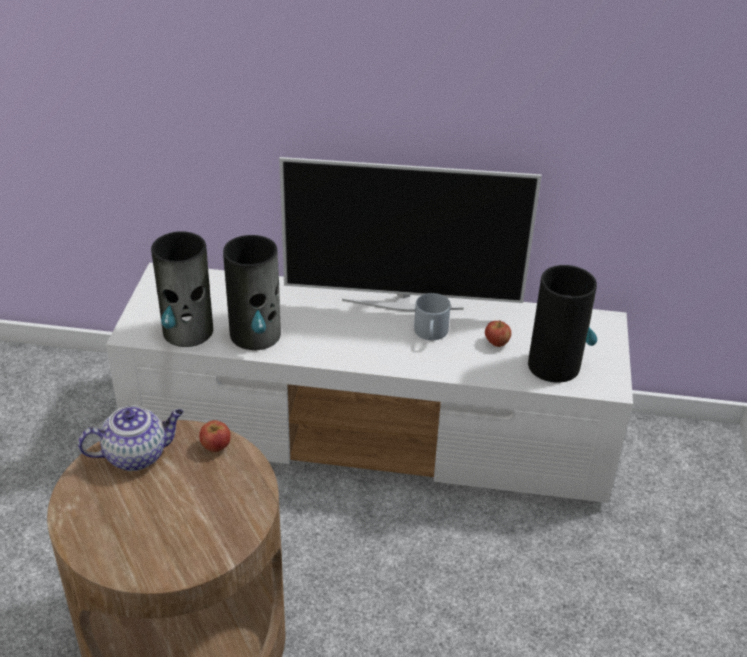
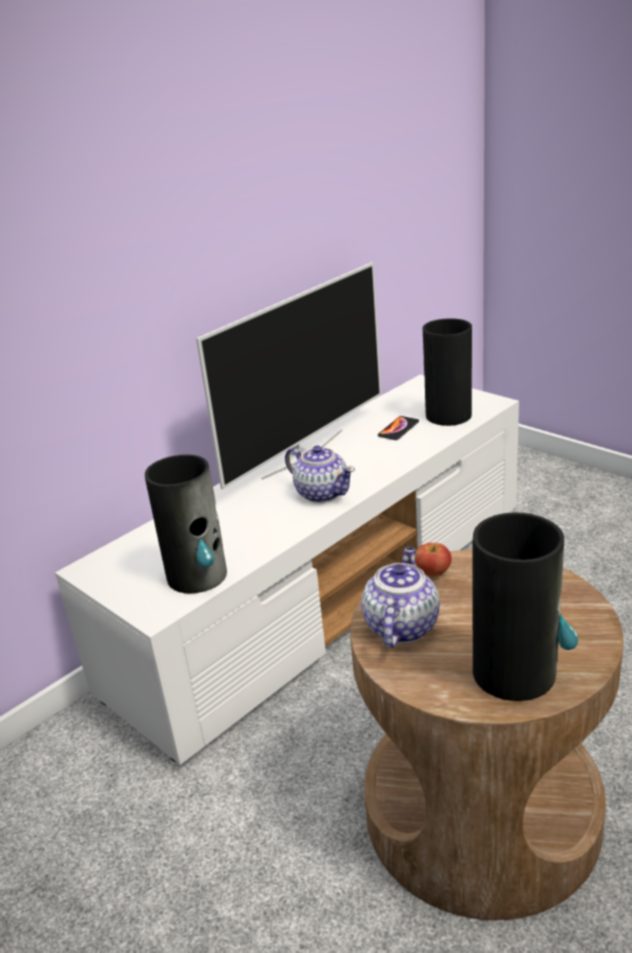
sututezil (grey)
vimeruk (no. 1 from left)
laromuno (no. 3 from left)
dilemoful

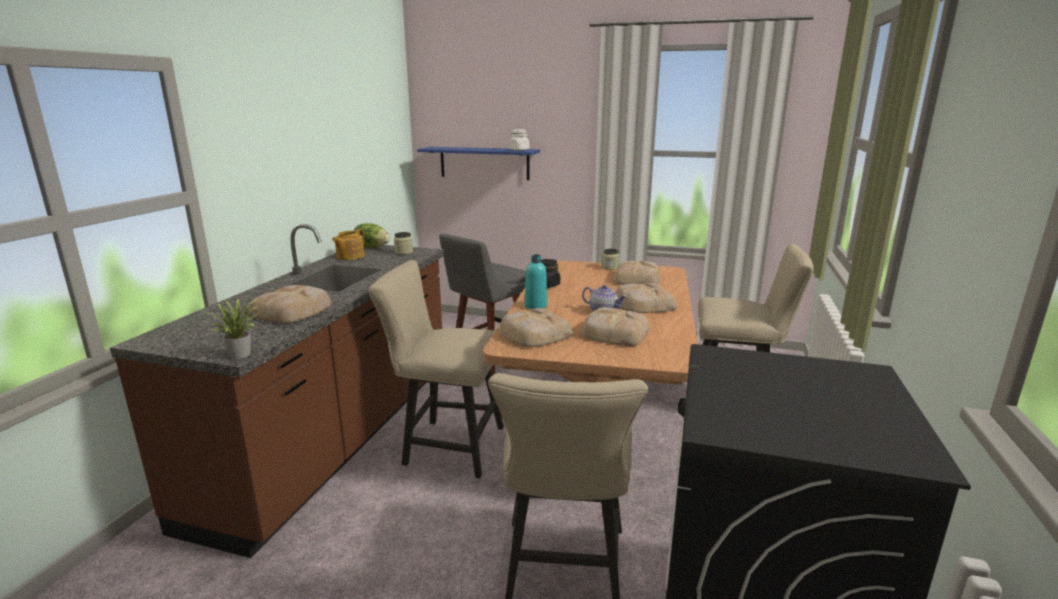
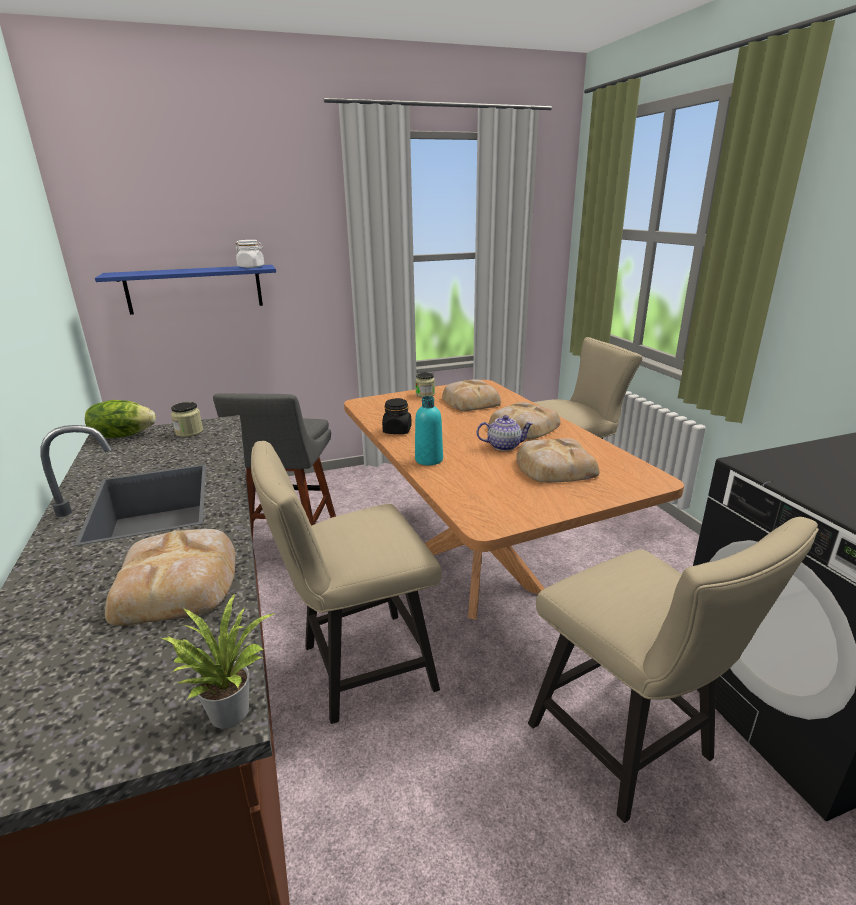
vimeruk (no. 1 from left in the first image)
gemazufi (no. 2 from left in the first image)

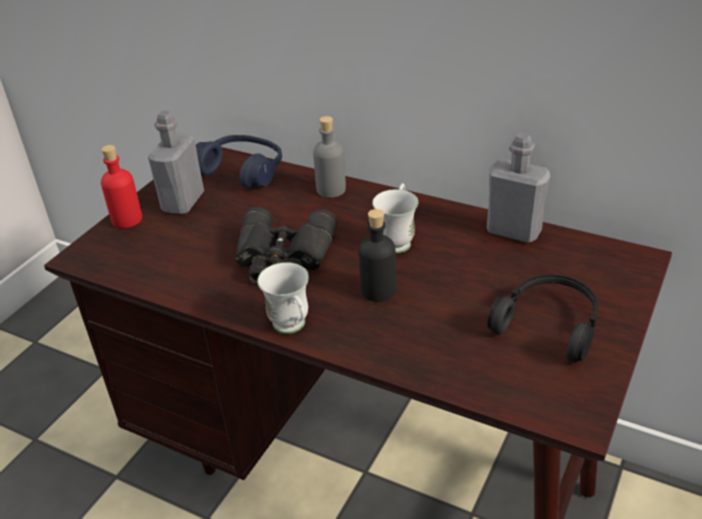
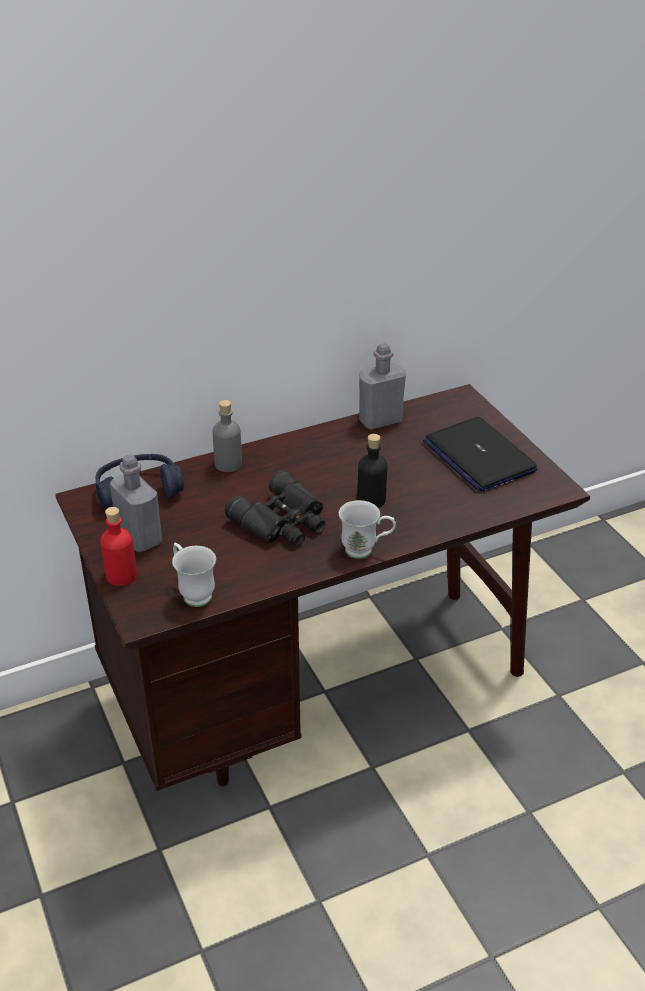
sututezil (white) (no. 1 from left)
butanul

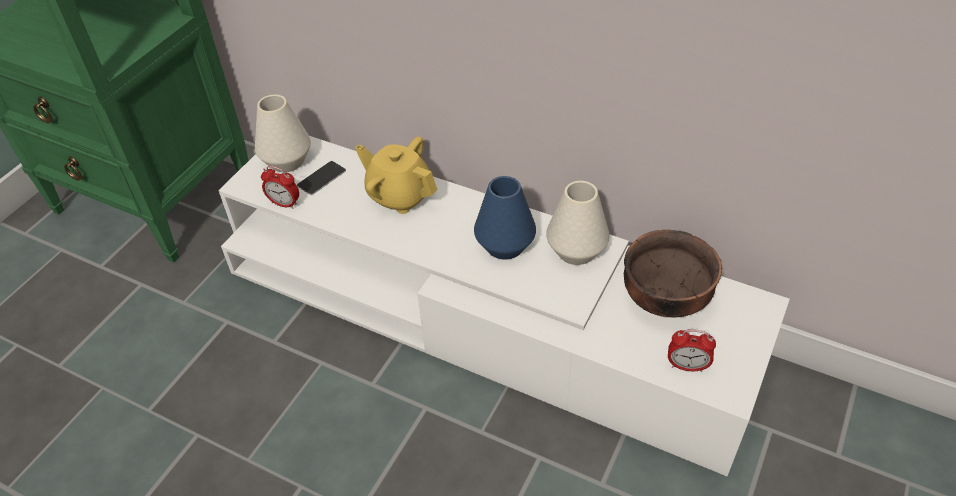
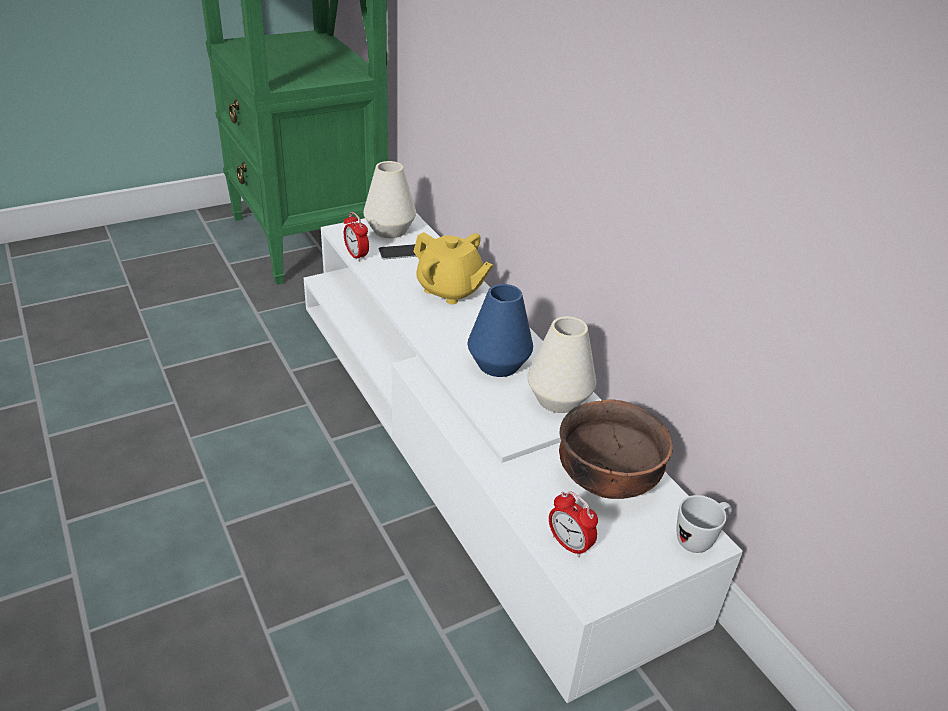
sututezil (white)
vimeruk (yellow)

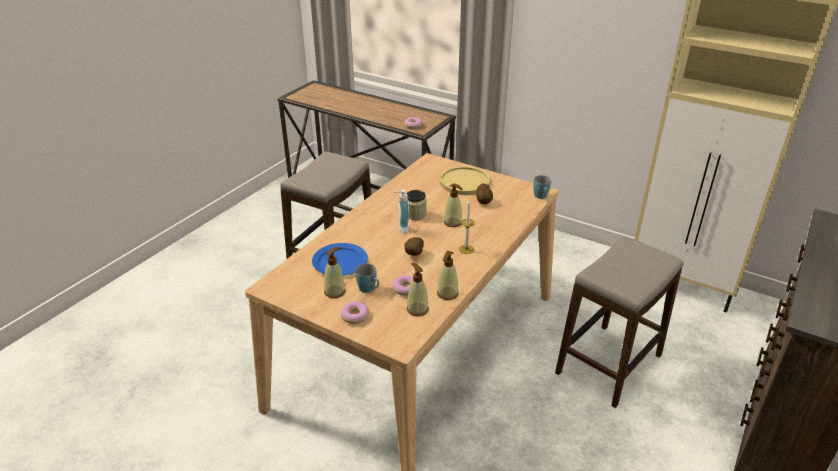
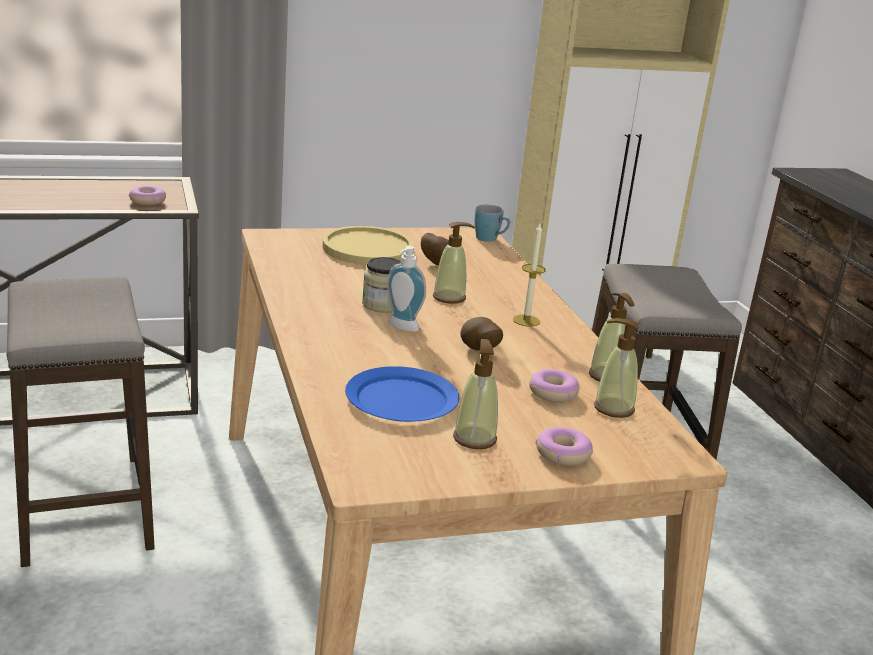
sututezil (blue) (no. 1 from left in the first image)

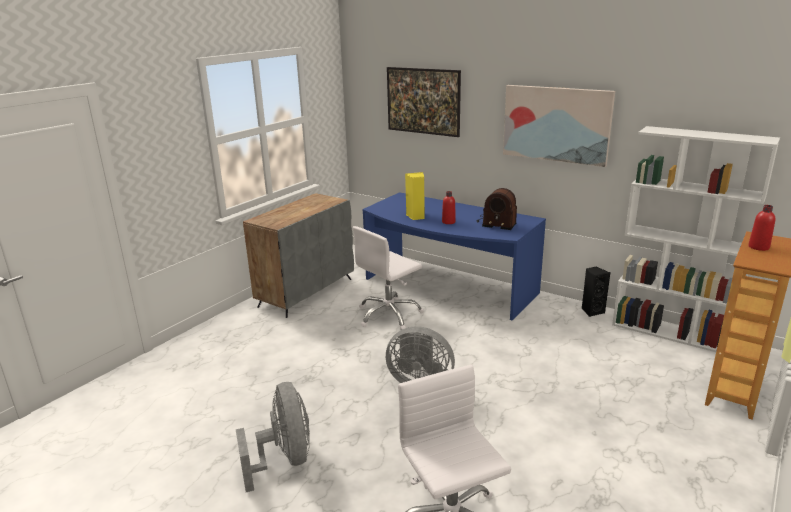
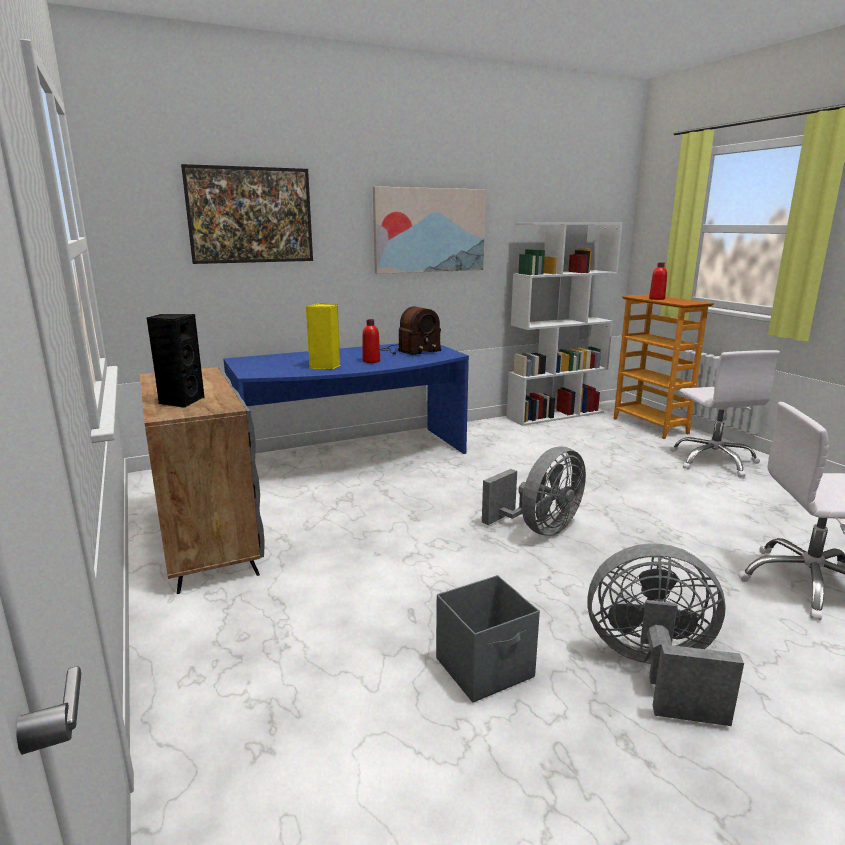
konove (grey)
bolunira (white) (no. 1 from left)
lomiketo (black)

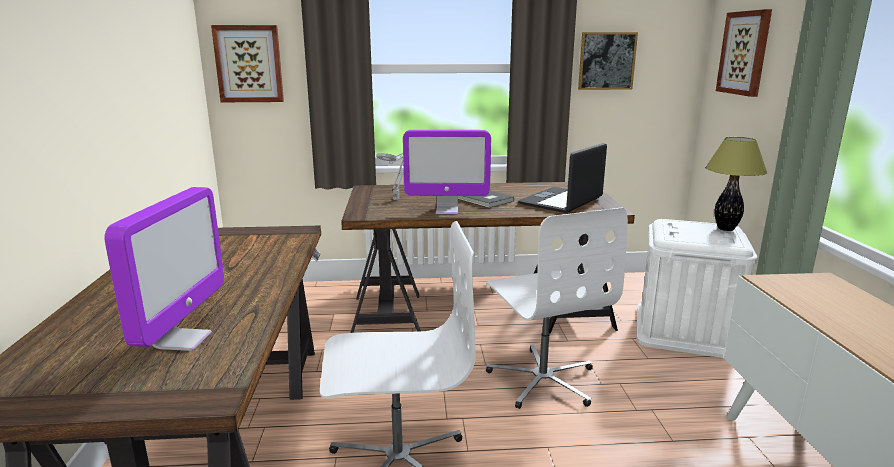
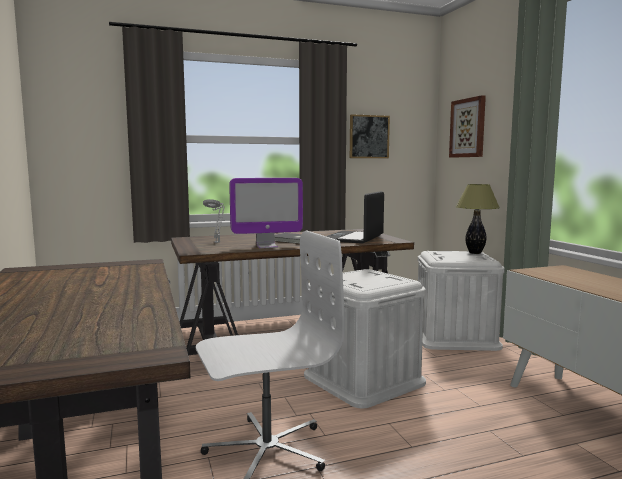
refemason (no. 1 from left in the first image)
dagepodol (no. 1 from left in the first image)
konove (white) (no. 1 from left)

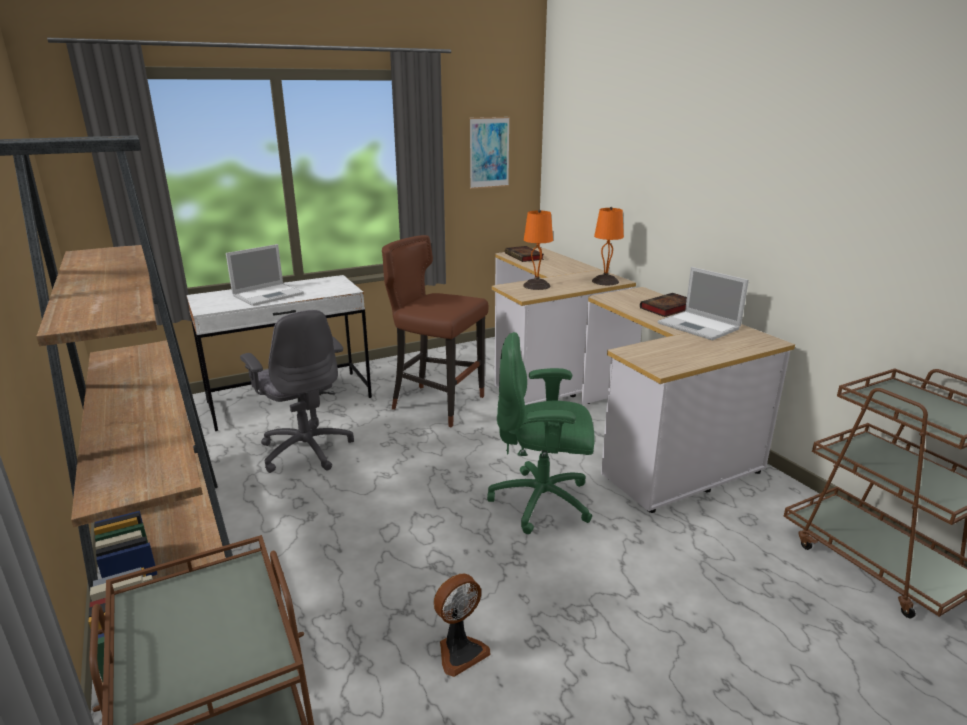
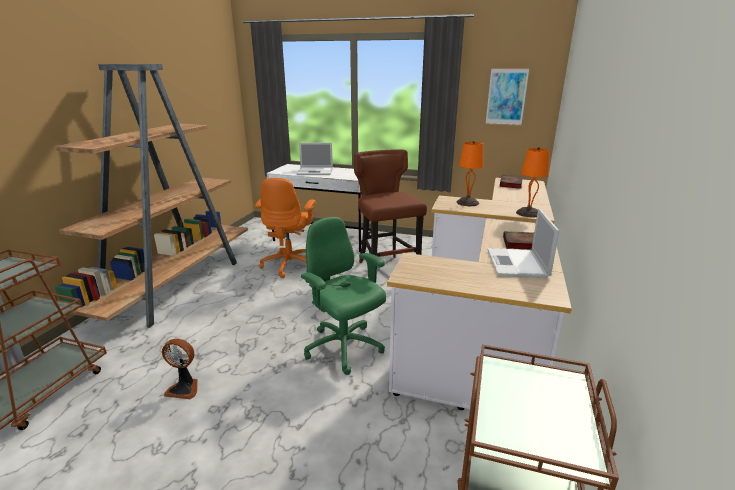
bolunira (orange)

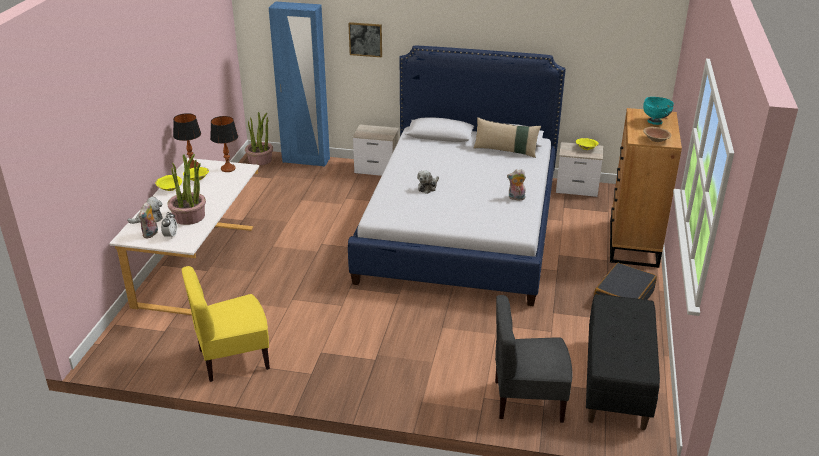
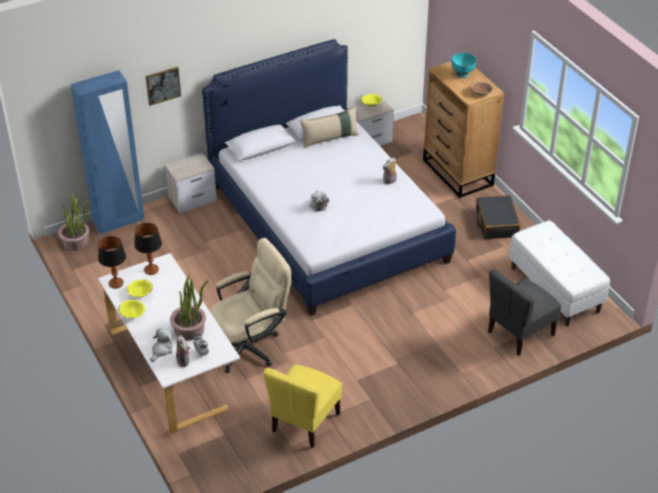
bolunira (beige)
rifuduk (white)

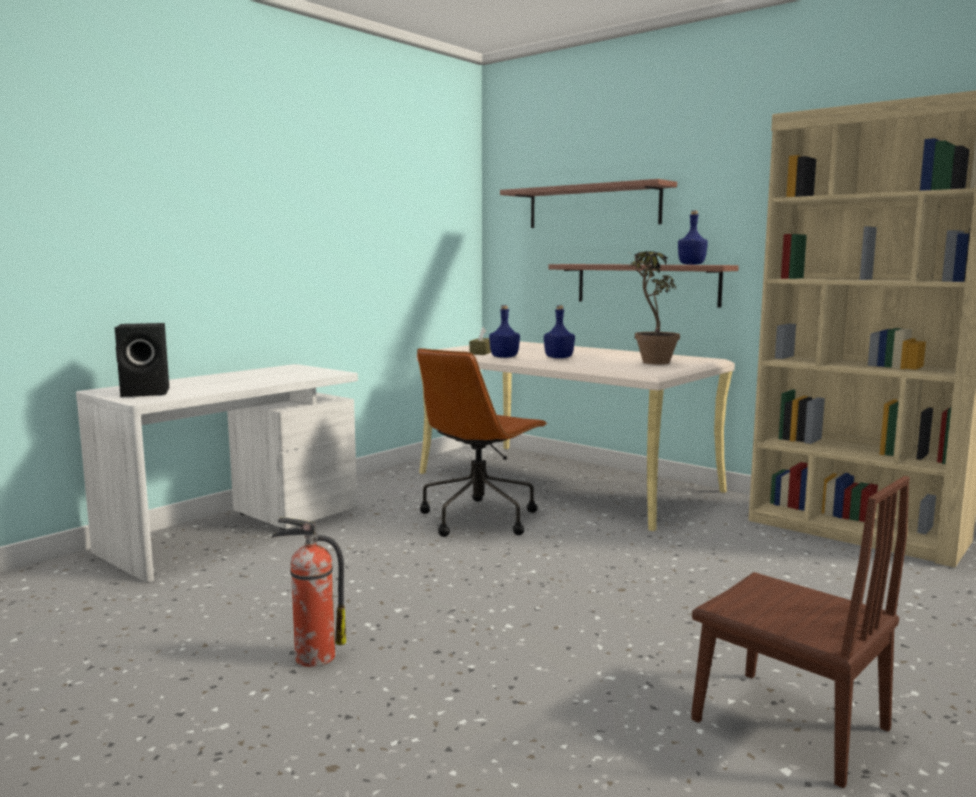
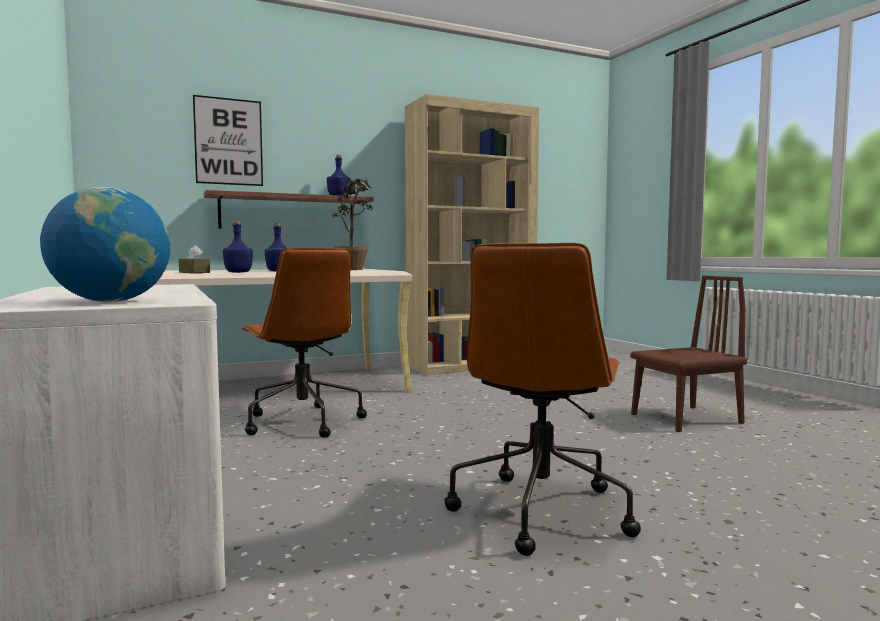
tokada
bolunira (brown) (no. 2 from left)
dagepodol

